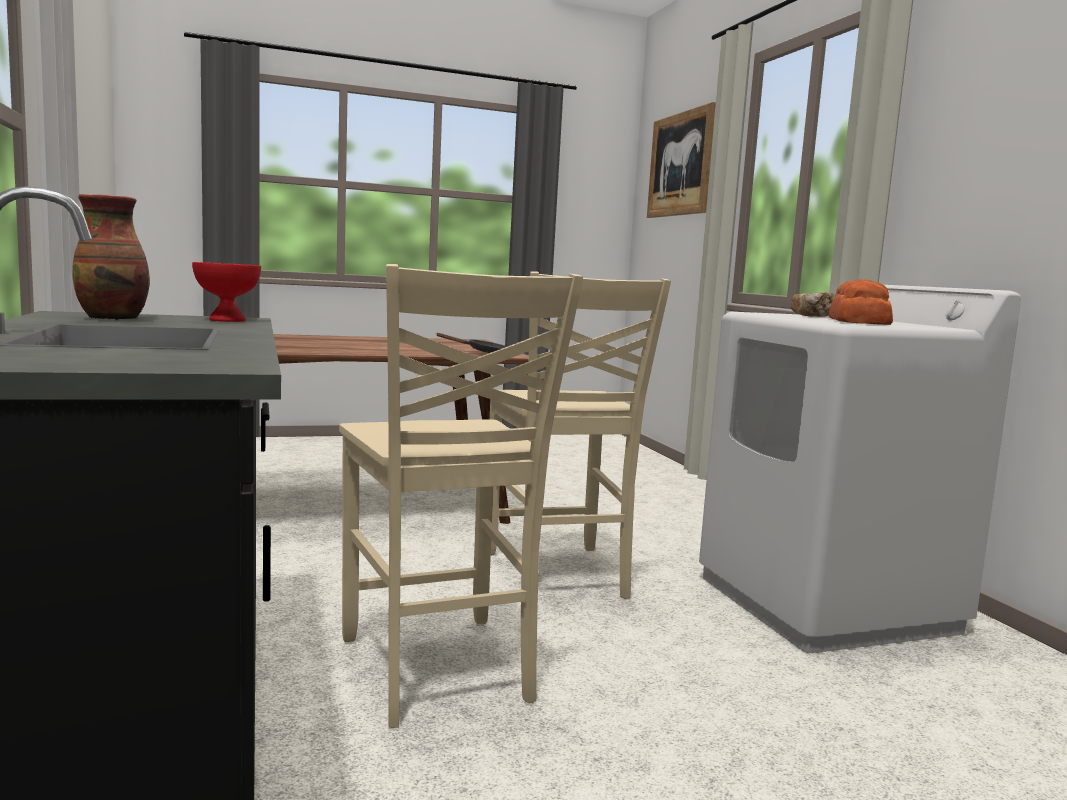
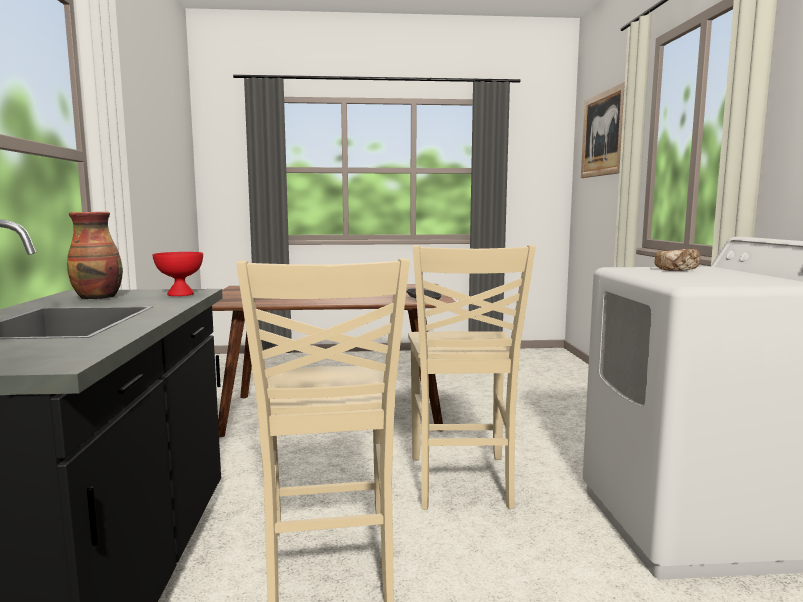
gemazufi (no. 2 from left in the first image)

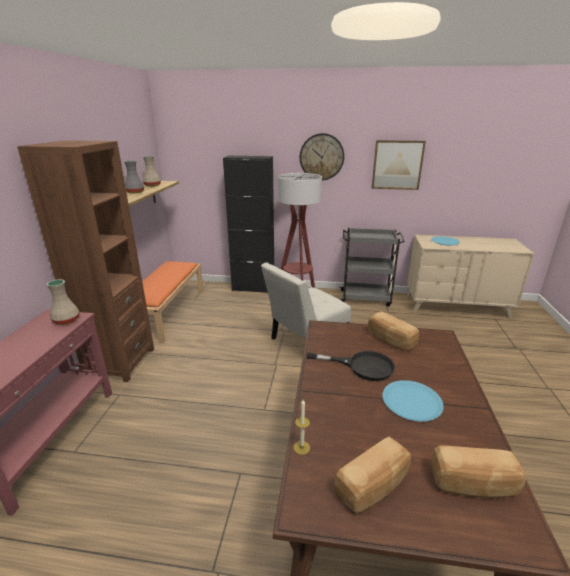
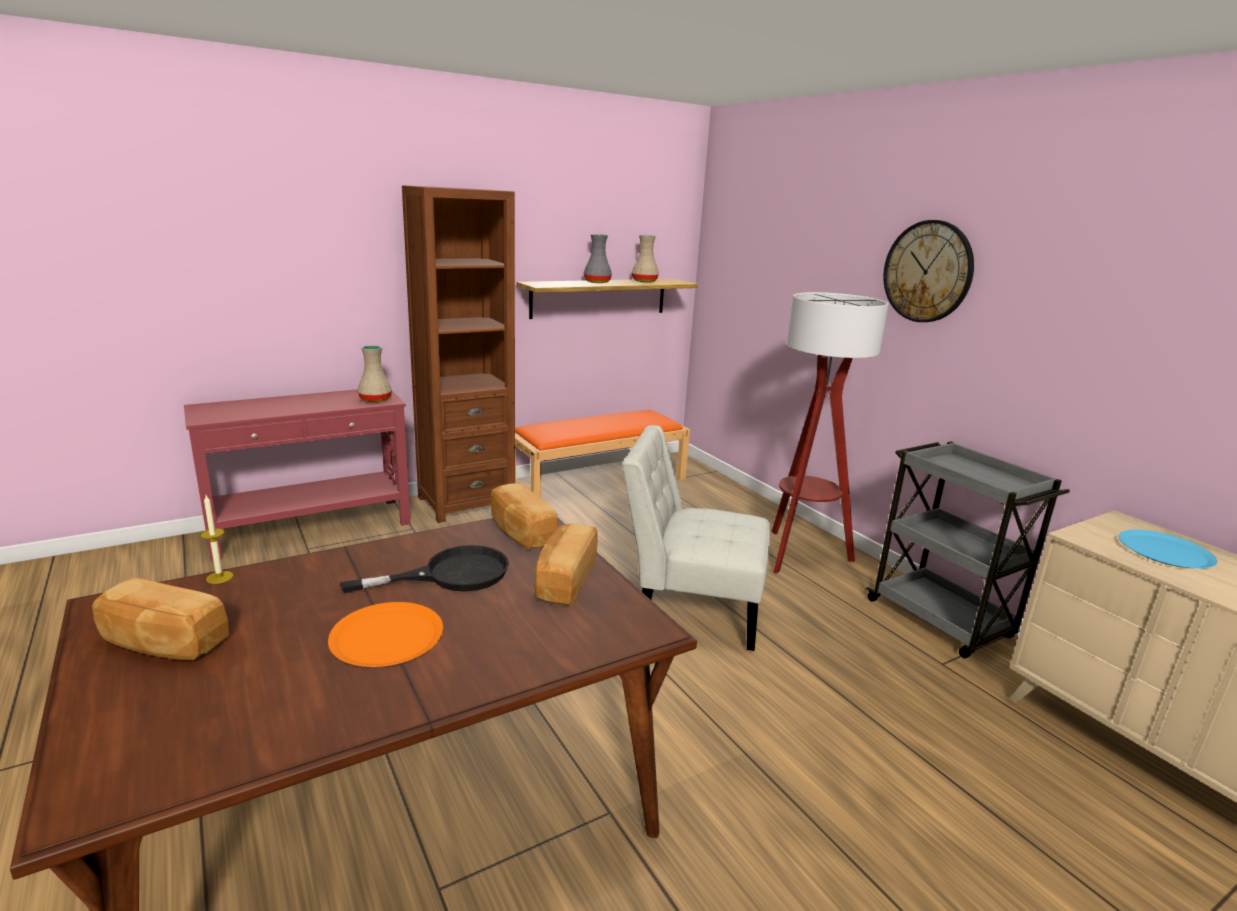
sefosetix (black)
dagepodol
gemazufi (no. 2 from left)
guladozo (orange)
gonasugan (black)

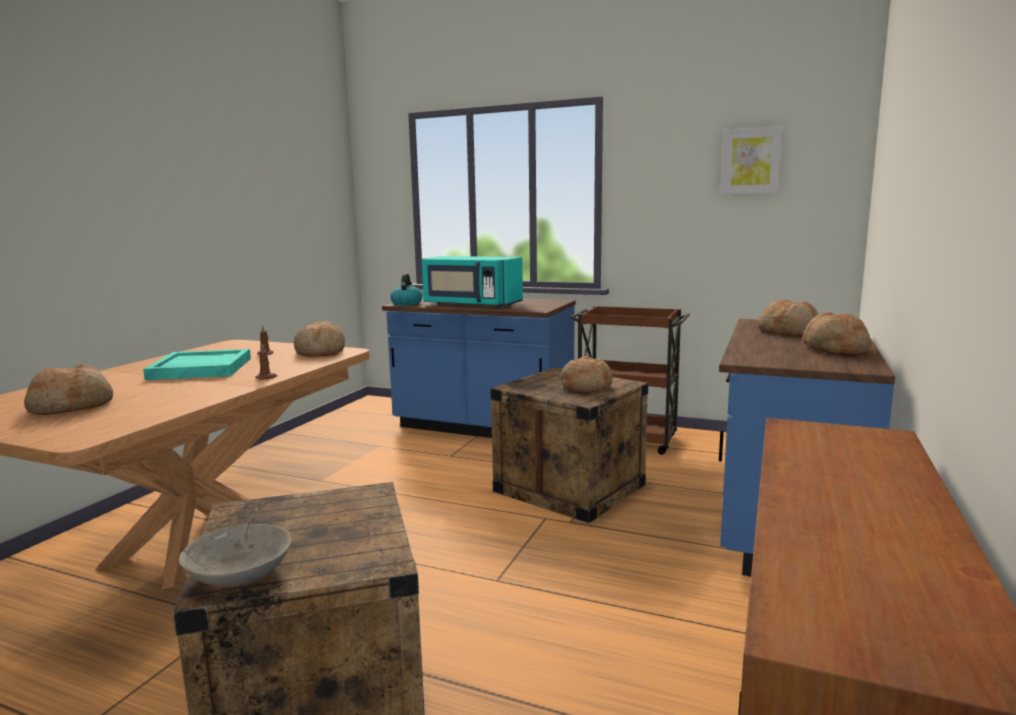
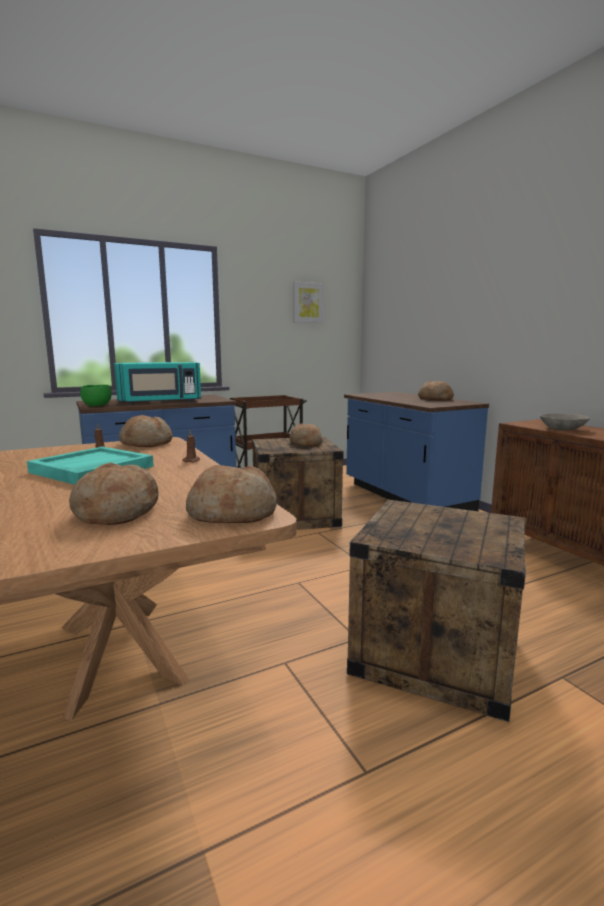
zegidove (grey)
gemazufi (no. 3 from left)
zegidove (green)

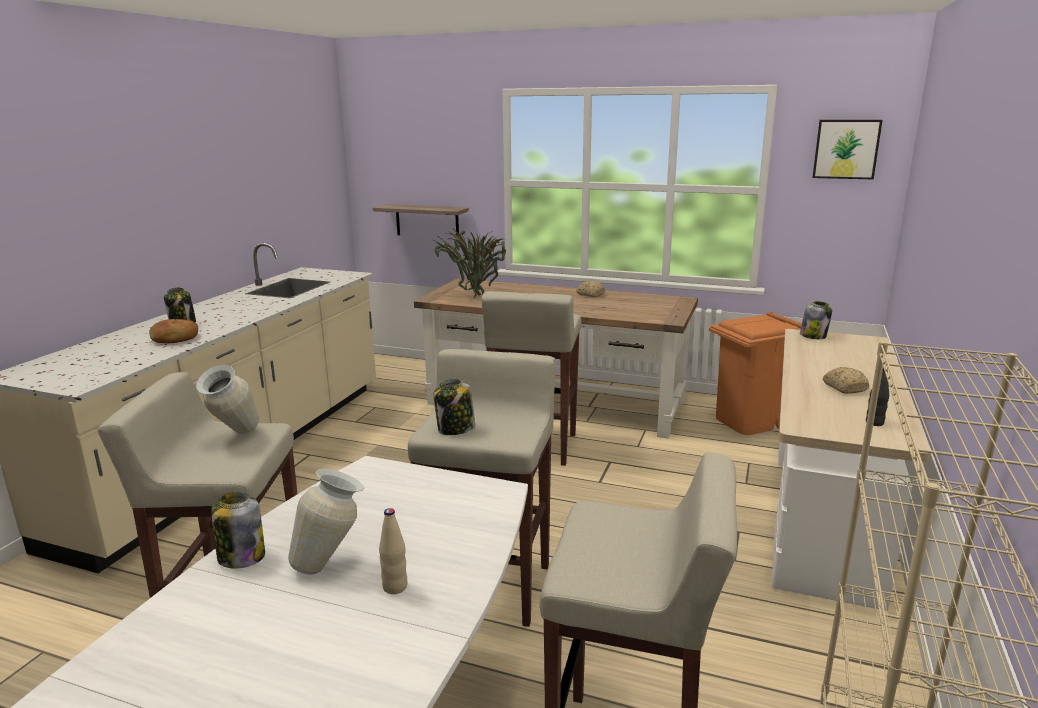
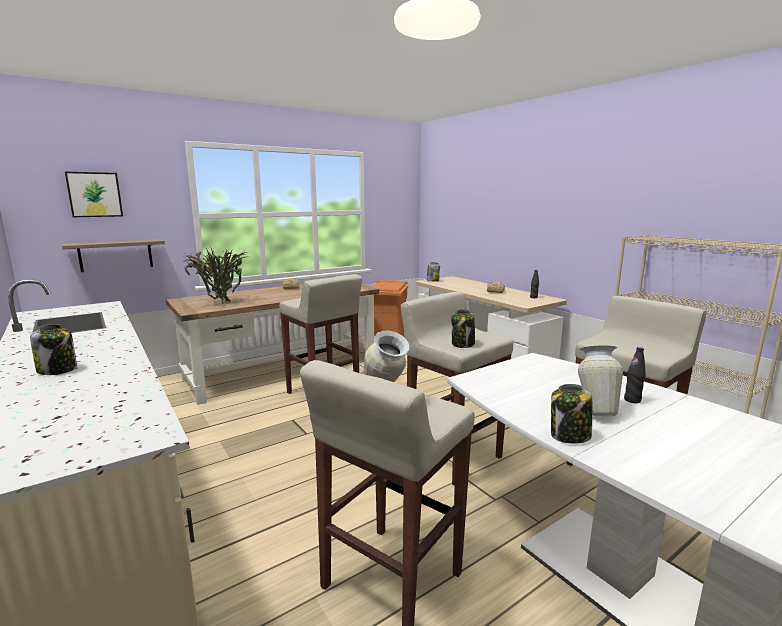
gemazufi (no. 1 from left in the first image)
dagepodol
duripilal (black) (no. 2 from left)

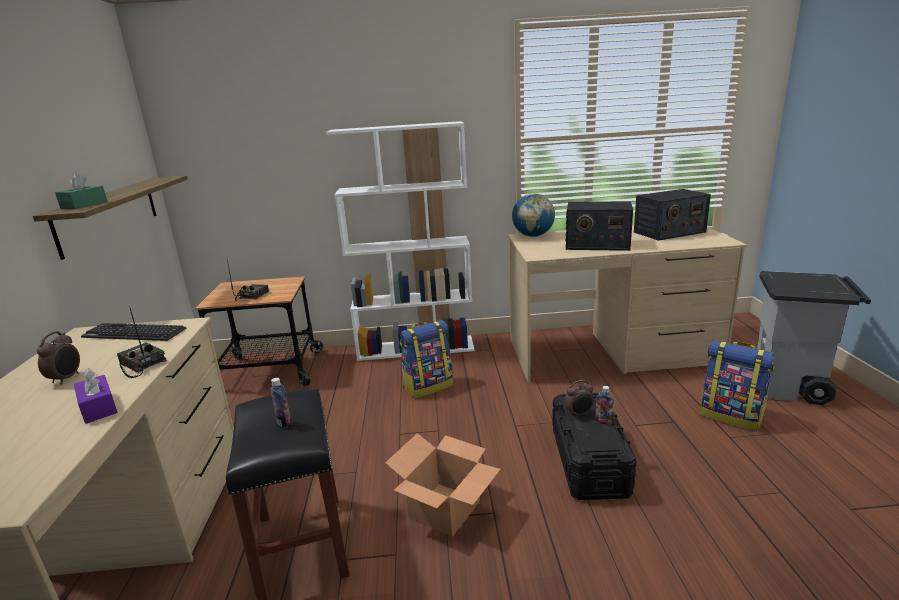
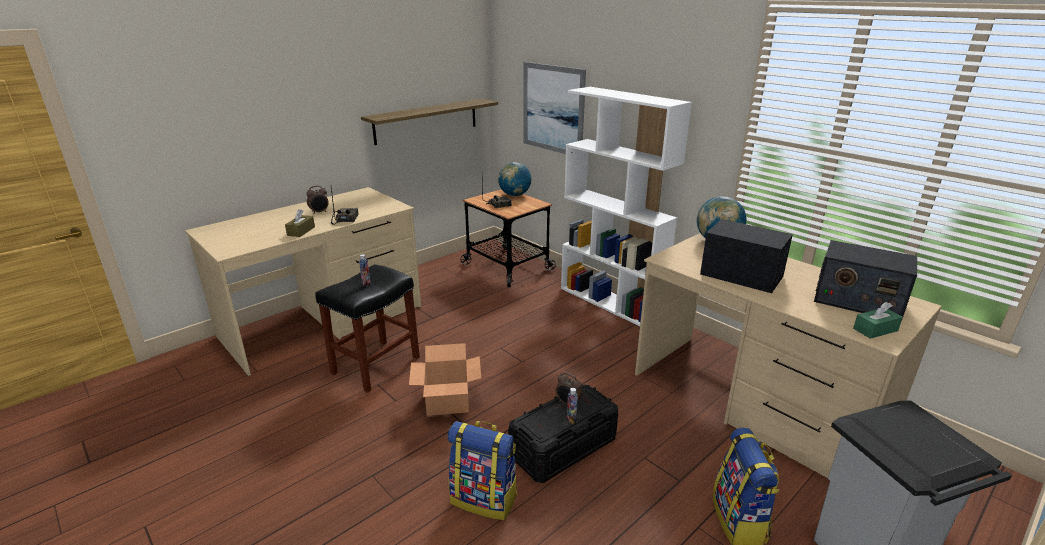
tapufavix
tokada (no. 1 from left)
dagepodol
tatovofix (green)
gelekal (no. 1 from left)
tatovofix (brown)
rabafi (no. 3 from left)

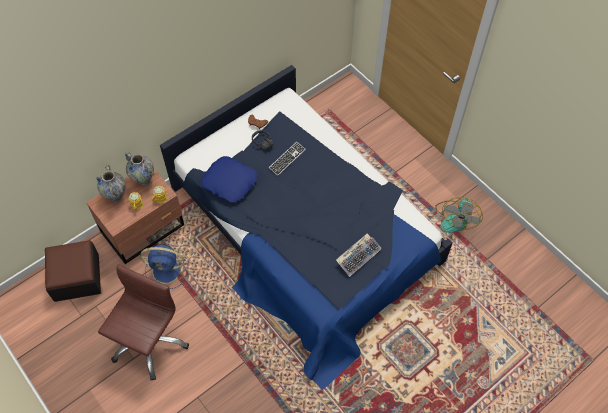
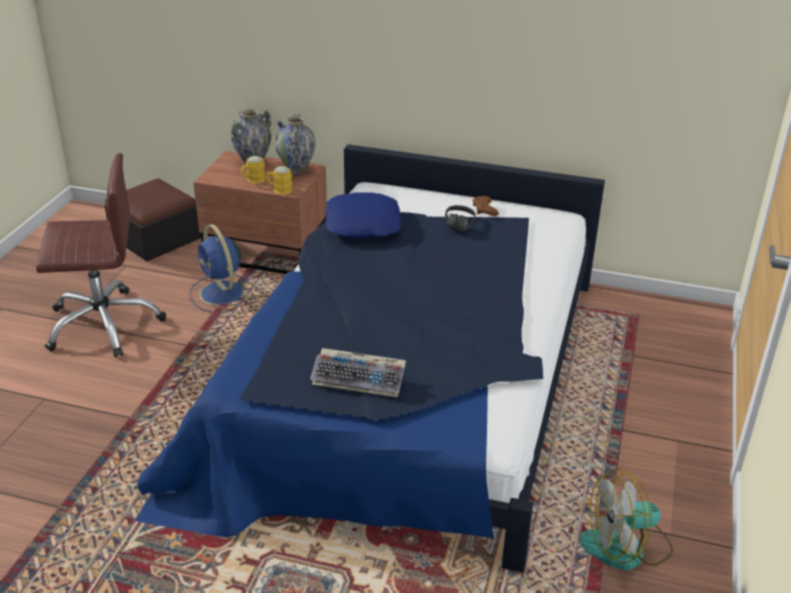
tapufavix (no. 1 from left in the first image)

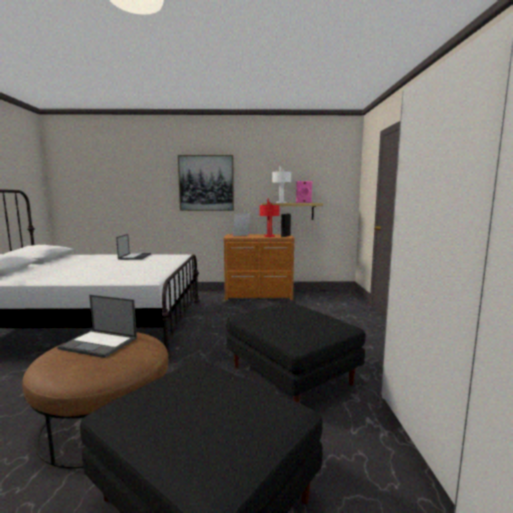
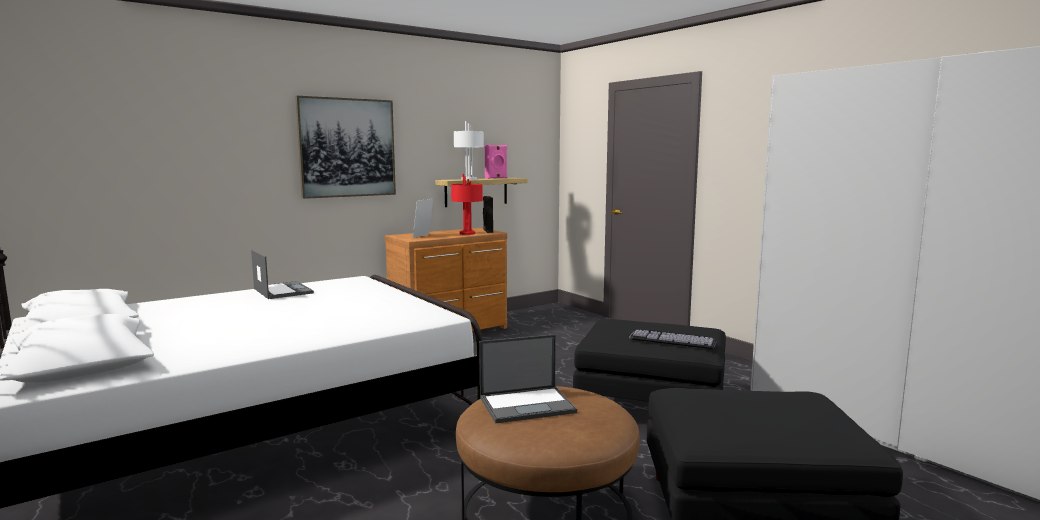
tapufavix

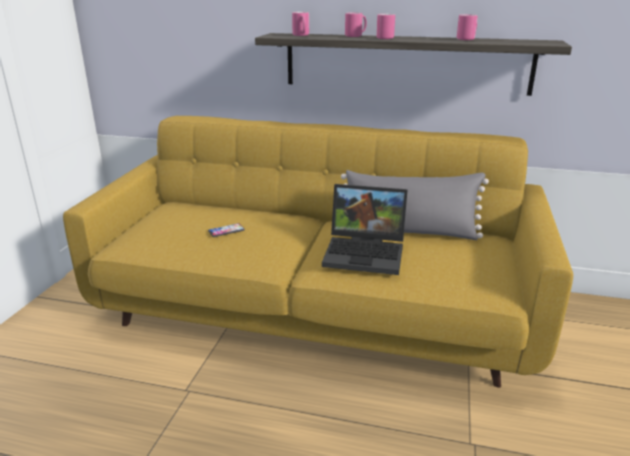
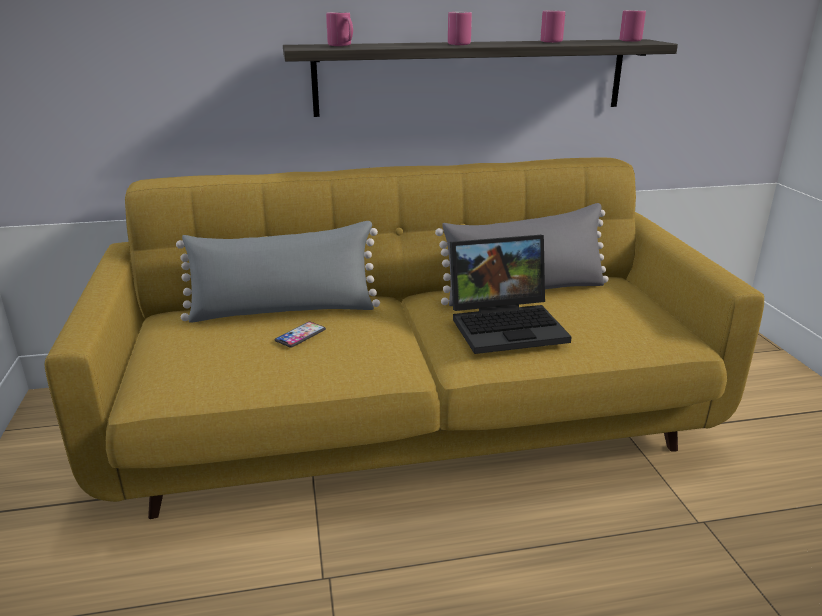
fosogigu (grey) (no. 1 from left)
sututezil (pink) (no. 4 from left)

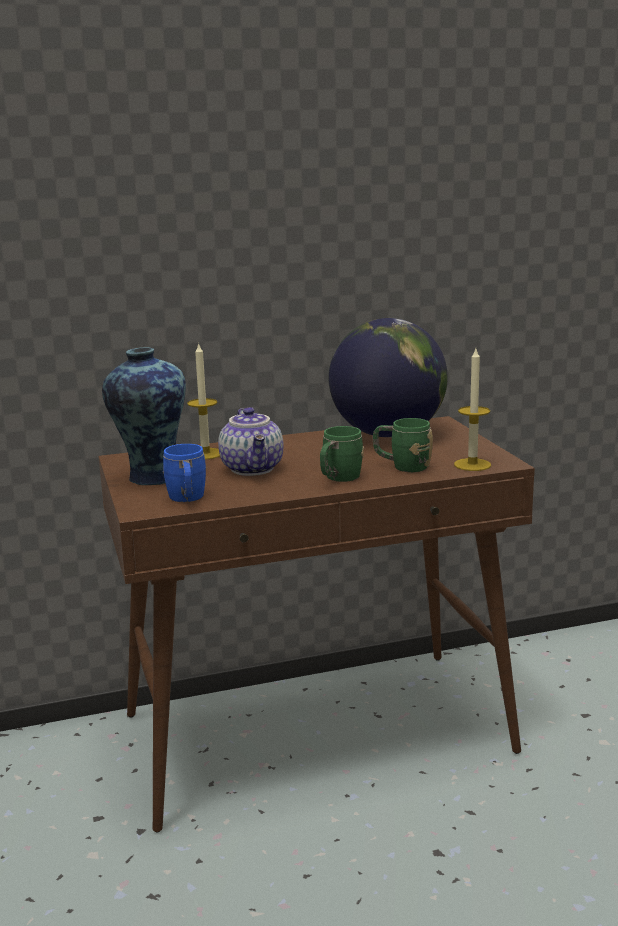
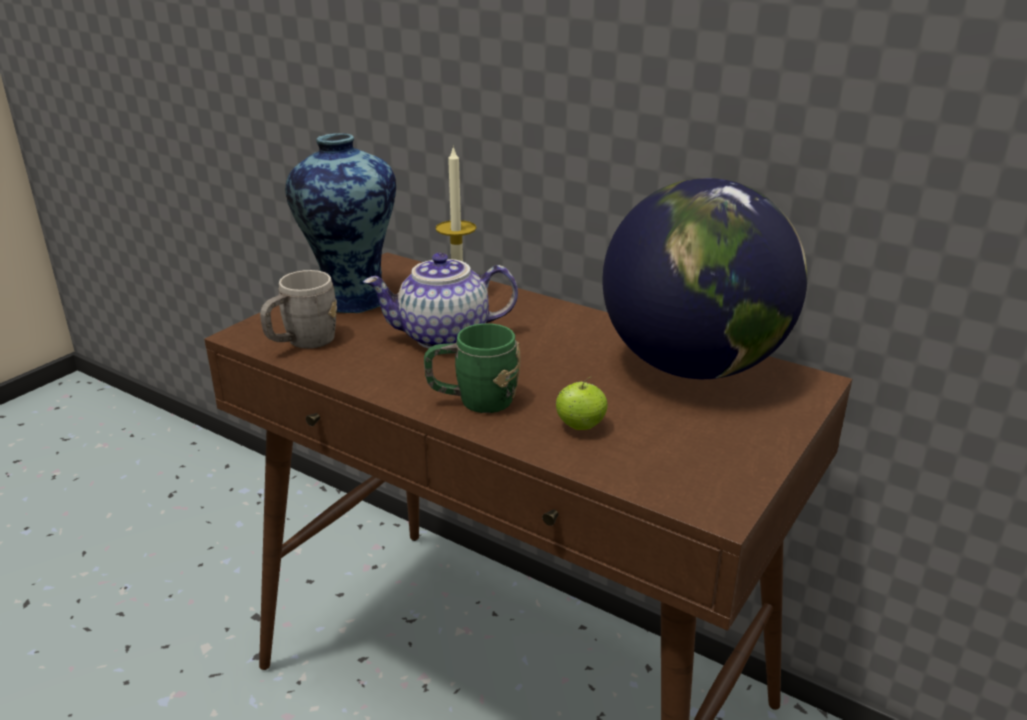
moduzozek (no. 2 from left in the first image)
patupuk
sututezil (grey)
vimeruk

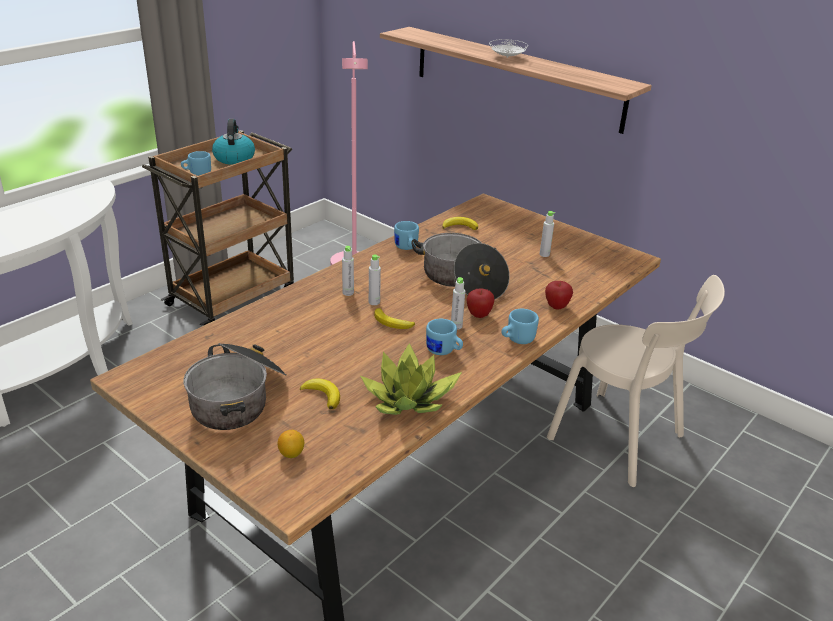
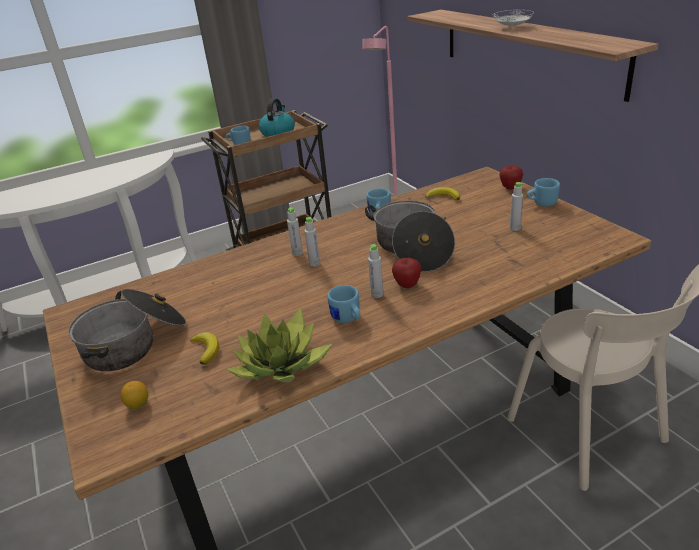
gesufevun (no. 2 from left in the first image)
sututezil (blue) (no. 4 from left)
patupuk (no. 2 from left)

